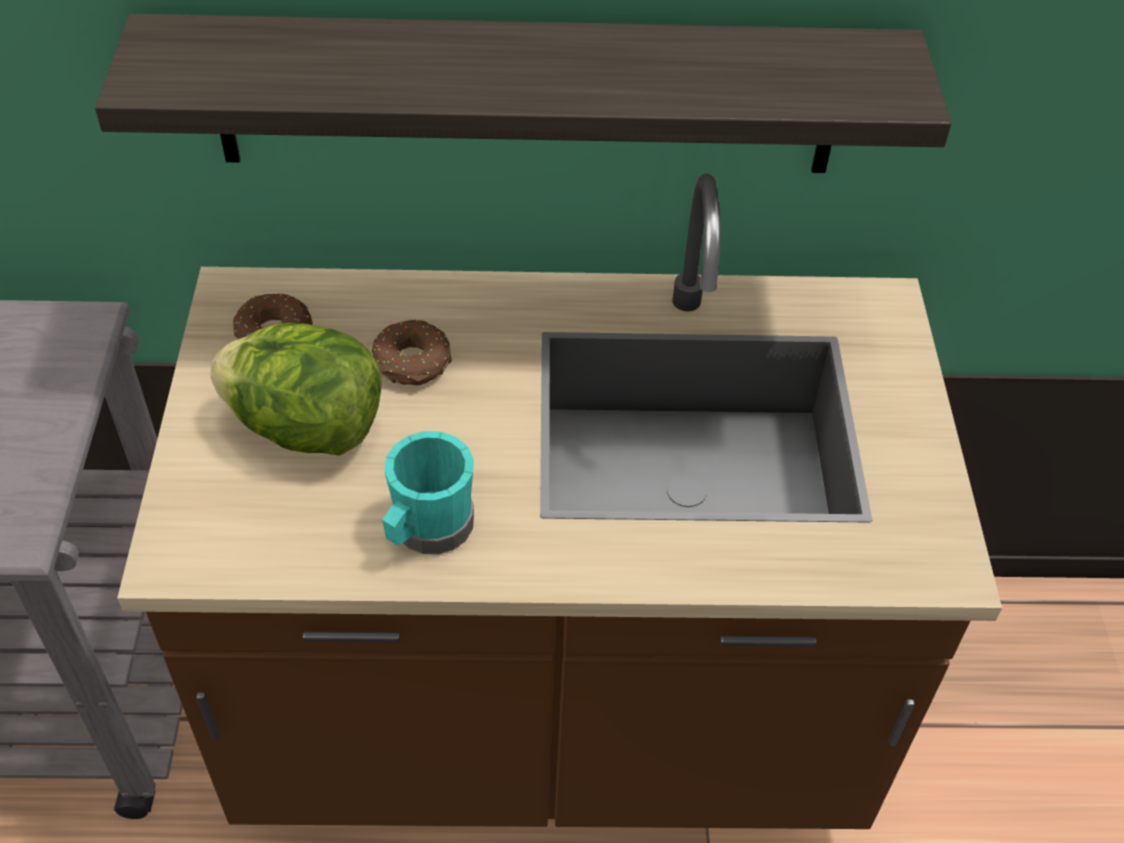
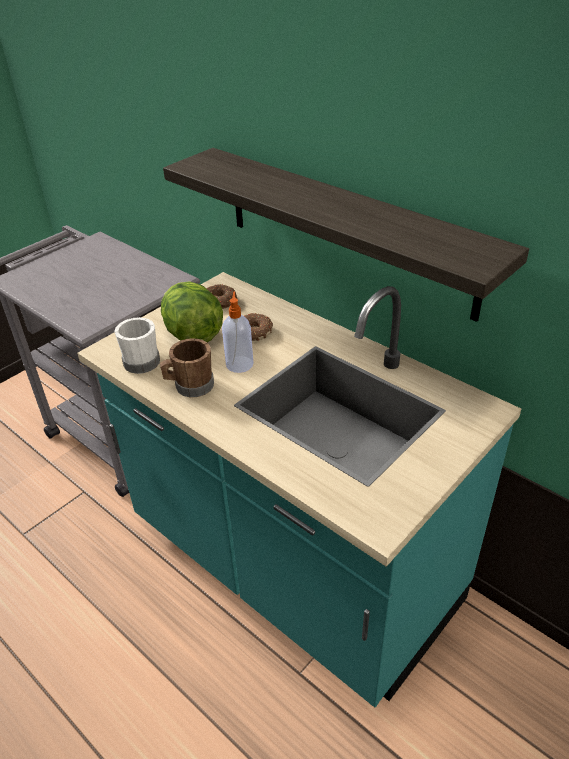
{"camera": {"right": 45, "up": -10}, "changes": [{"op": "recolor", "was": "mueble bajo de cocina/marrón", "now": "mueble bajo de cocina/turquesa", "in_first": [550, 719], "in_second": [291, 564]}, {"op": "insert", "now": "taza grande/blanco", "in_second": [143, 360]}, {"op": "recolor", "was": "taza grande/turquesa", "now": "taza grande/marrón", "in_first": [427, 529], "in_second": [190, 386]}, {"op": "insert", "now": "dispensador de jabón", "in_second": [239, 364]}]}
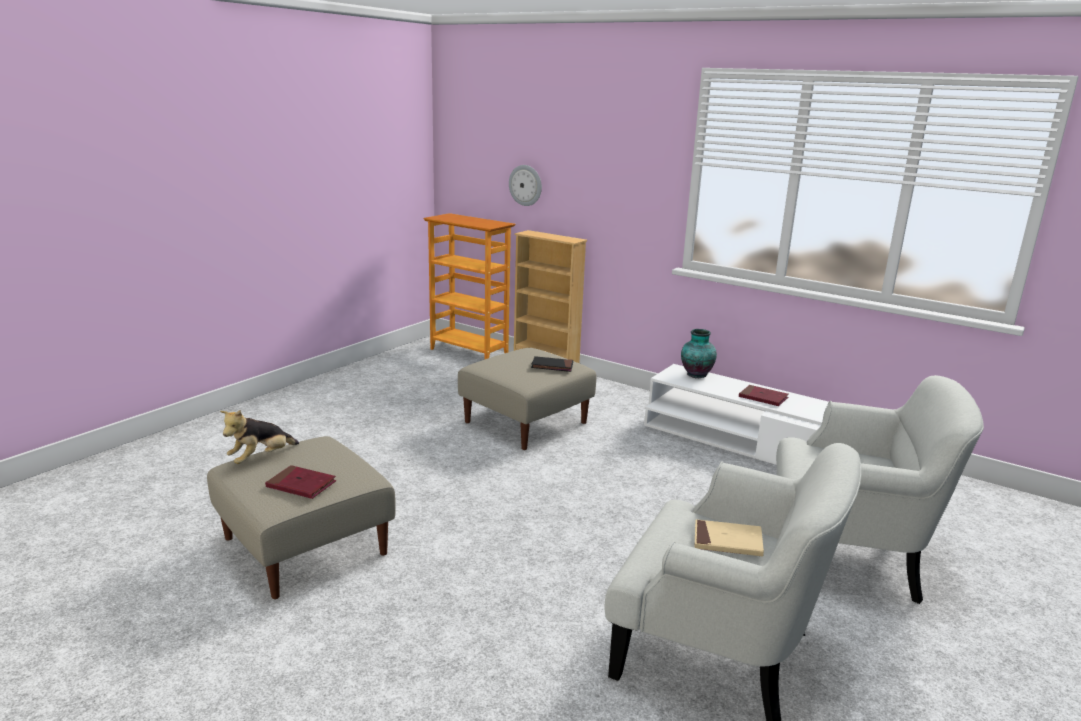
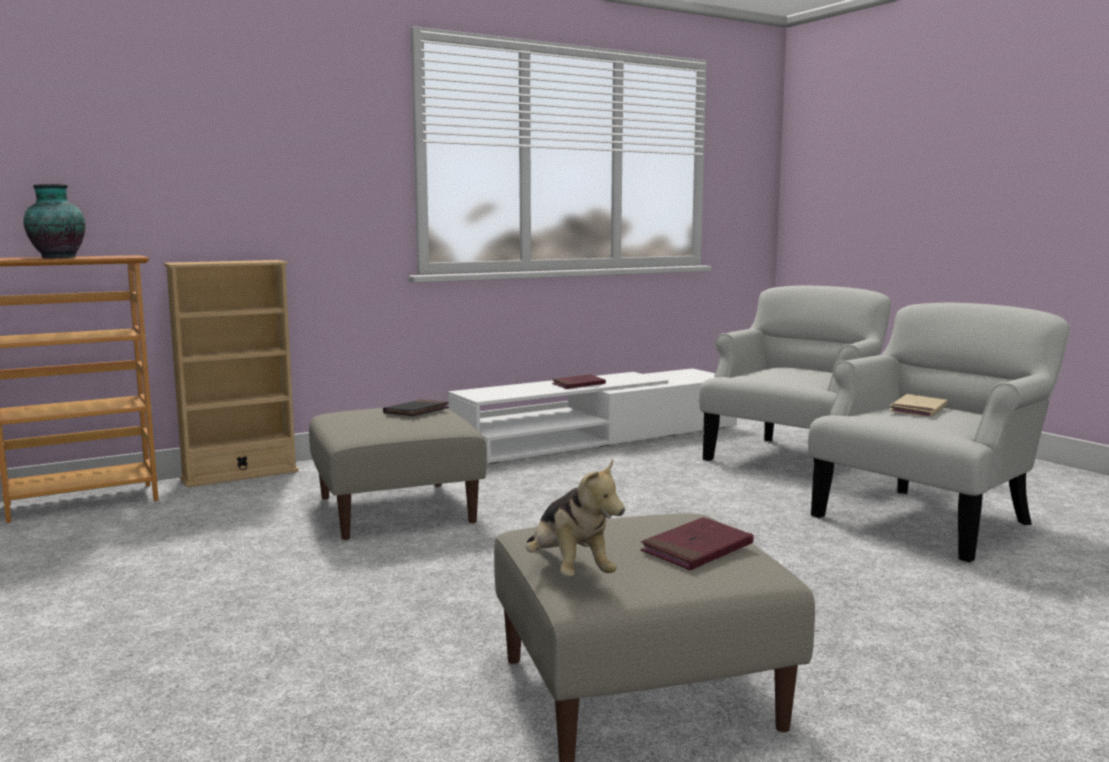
{"camera": {"right": -65, "up": -10}, "changes": [{"op": "move", "was": "florero", "in_first": [695, 375], "in_second": [57, 257]}, {"op": "delete", "was": "reloj de pared", "in_first": [525, 185]}]}
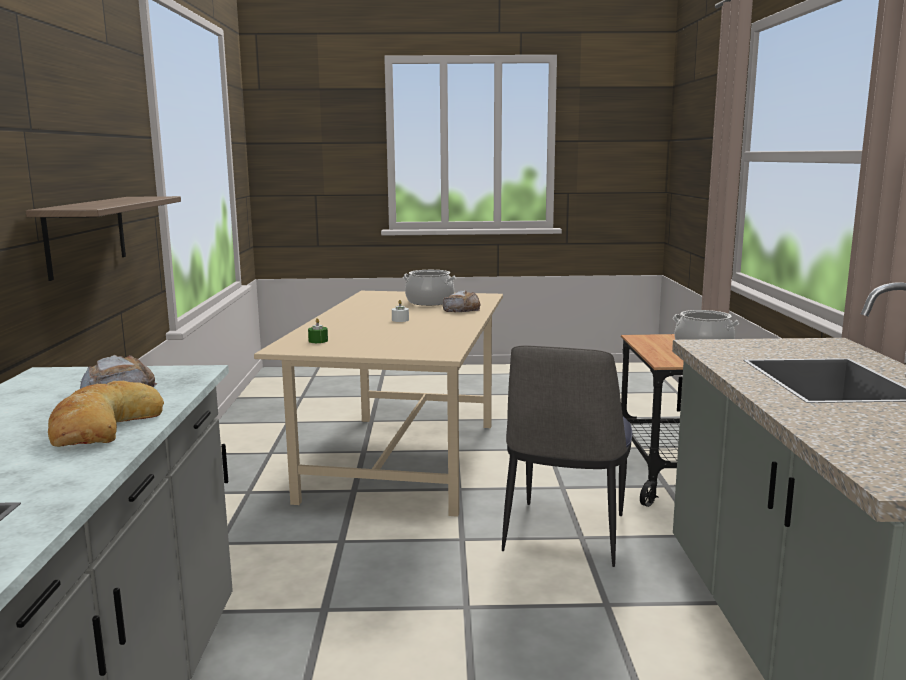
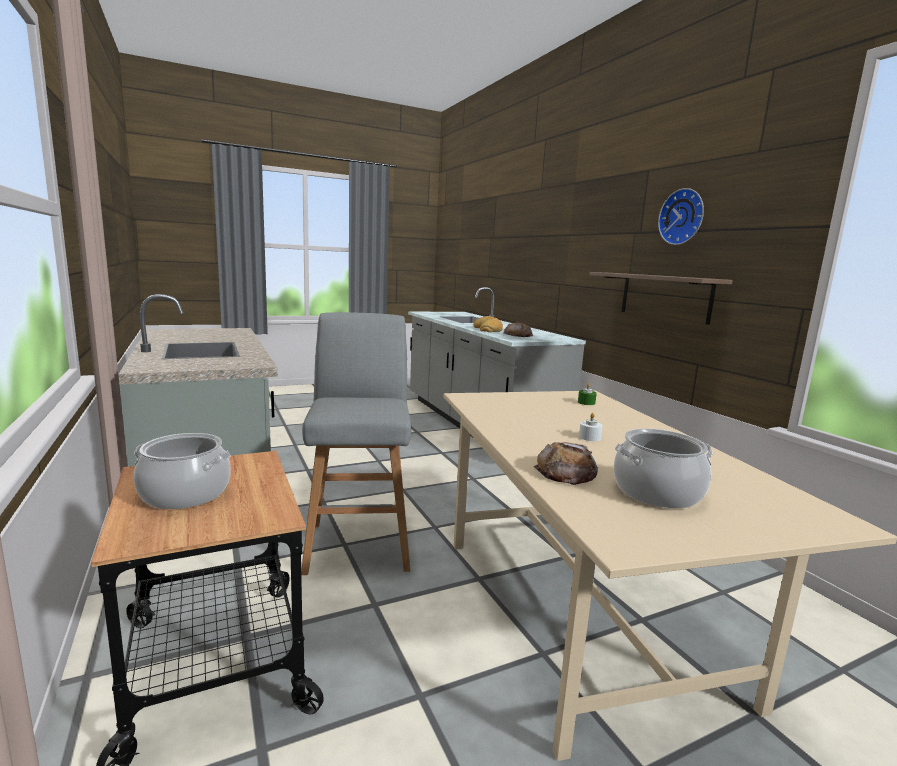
{"camera": {"right": 155, "up": 0}, "changes": [{"op": "replace", "was": "silla", "now": "taburete/gris", "in_first": [564, 535], "in_second": [358, 543]}, {"op": "insert", "now": "reloj de pared", "in_second": [683, 217]}]}
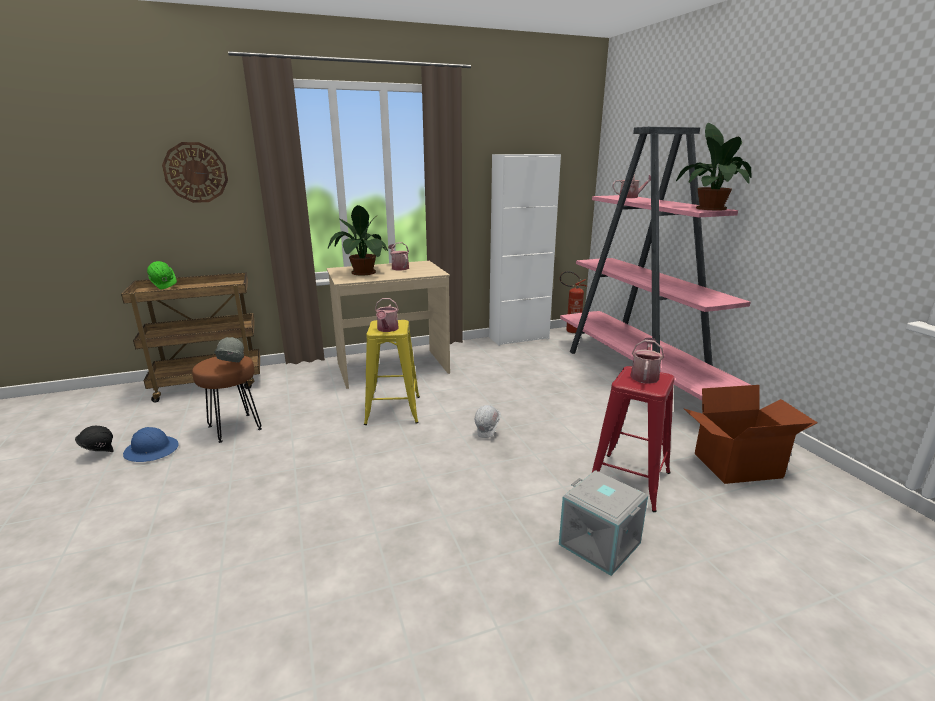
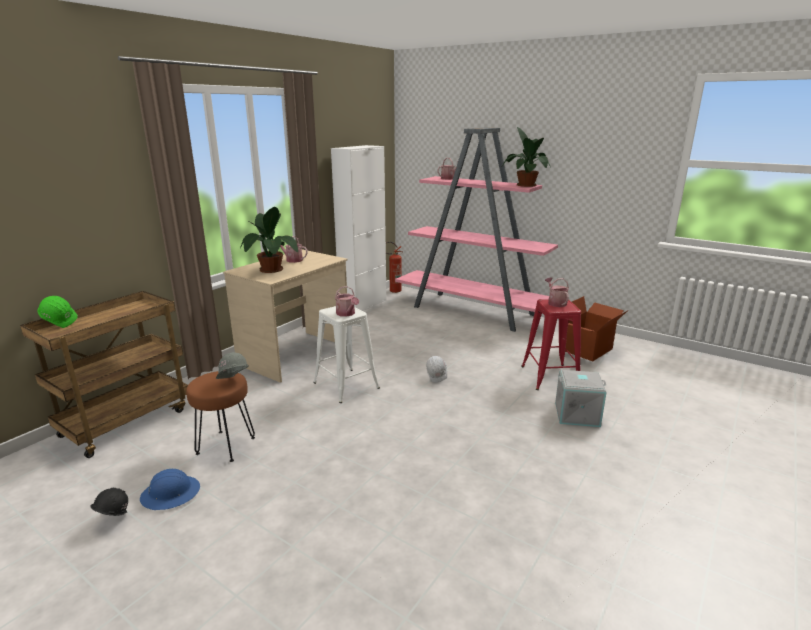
{"camera": {"right": -35, "up": 0}, "changes": [{"op": "recolor", "was": "taburete/amarillo", "now": "taburete/blanco", "in_first": [393, 410], "in_second": [346, 385]}, {"op": "delete", "was": "reloj de pared", "in_first": [196, 172]}]}
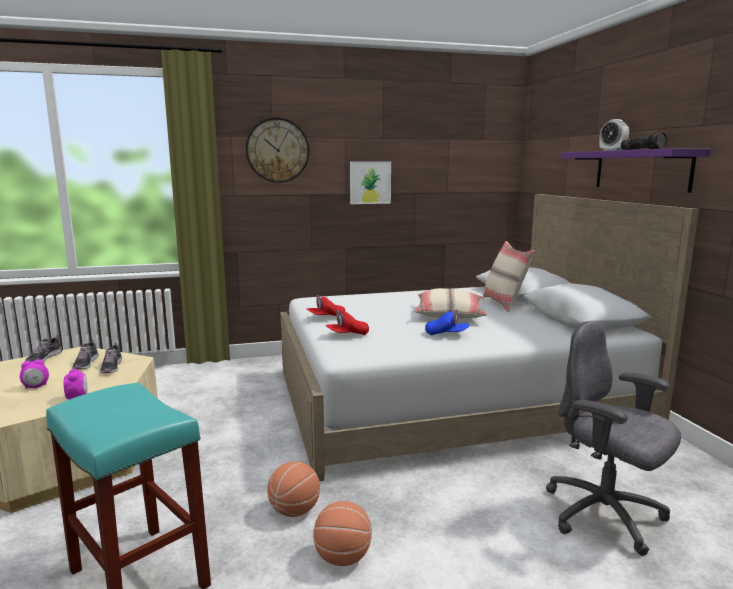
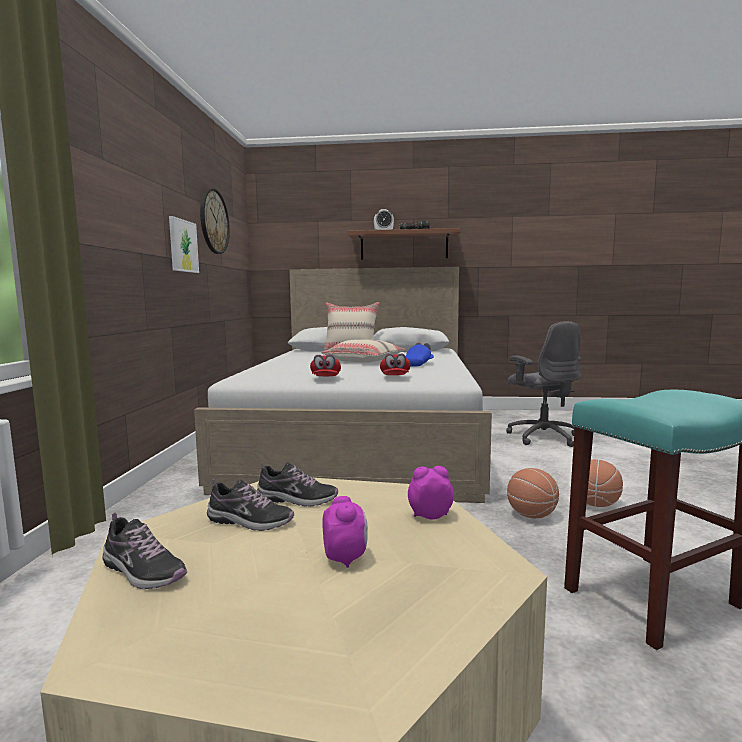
{"camera": {"right": -70, "up": -5}, "changes": [{"op": "move", "was": "reloj de pared", "in_first": [277, 150], "in_second": [214, 221]}, {"op": "recolor", "was": "estante/morado", "now": "estante/marrón", "in_first": [641, 170], "in_second": [404, 246]}, {"op": "rotate", "was": "silla de oficina/gris", "in_first": [605, 516], "in_second": [542, 437], "clockwise": -90}]}
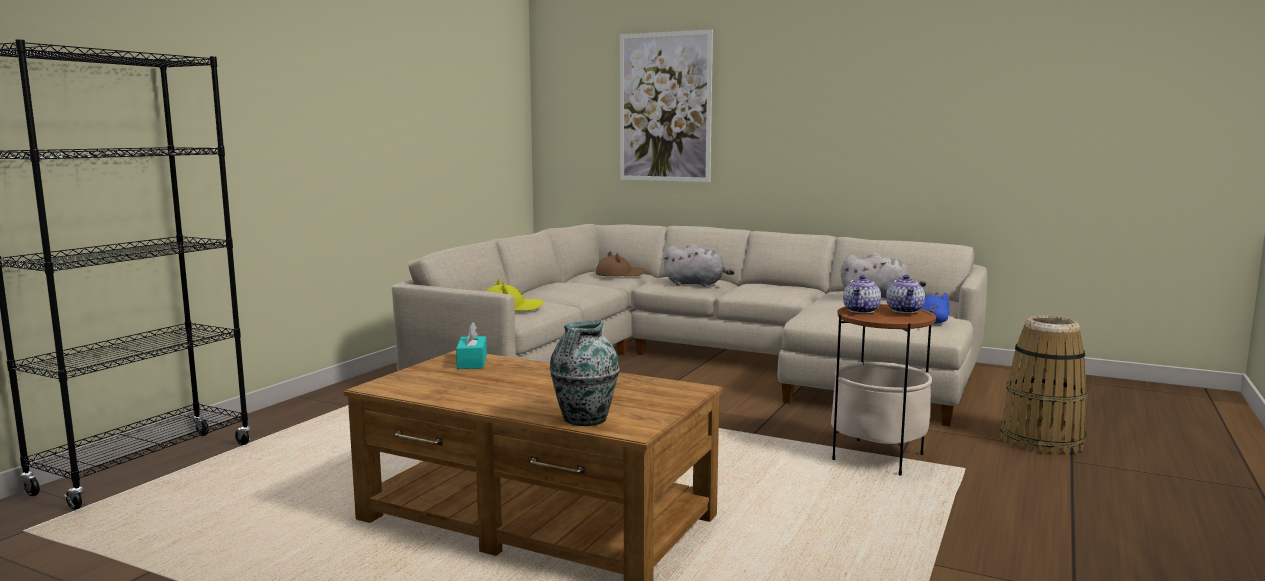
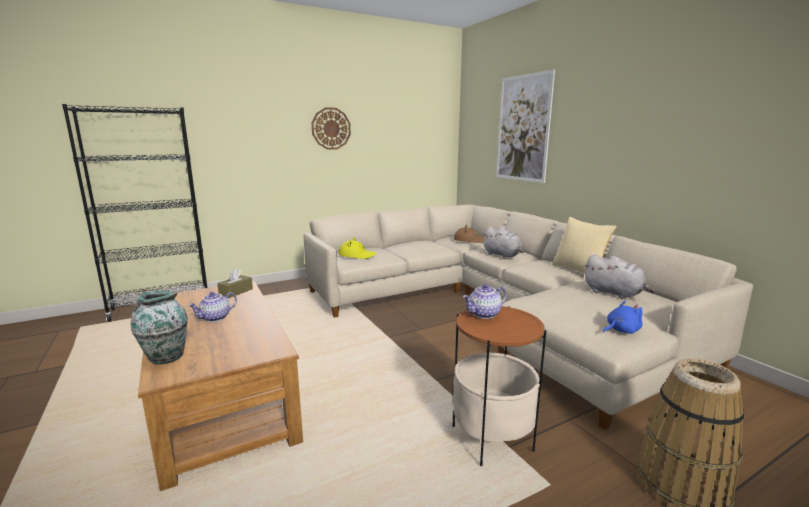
{"camera": {"right": 35, "up": 5}, "changes": [{"op": "move", "was": "tetera", "in_first": [905, 311], "in_second": [215, 318]}, {"op": "recolor", "was": "caja de pañuelos/turquesa", "now": "caja de pañuelos/marrón", "in_first": [472, 362], "in_second": [236, 292]}, {"op": "insert", "now": "reloj de pared", "in_second": [331, 128]}, {"op": "insert", "now": "cojín", "in_second": [579, 270]}]}
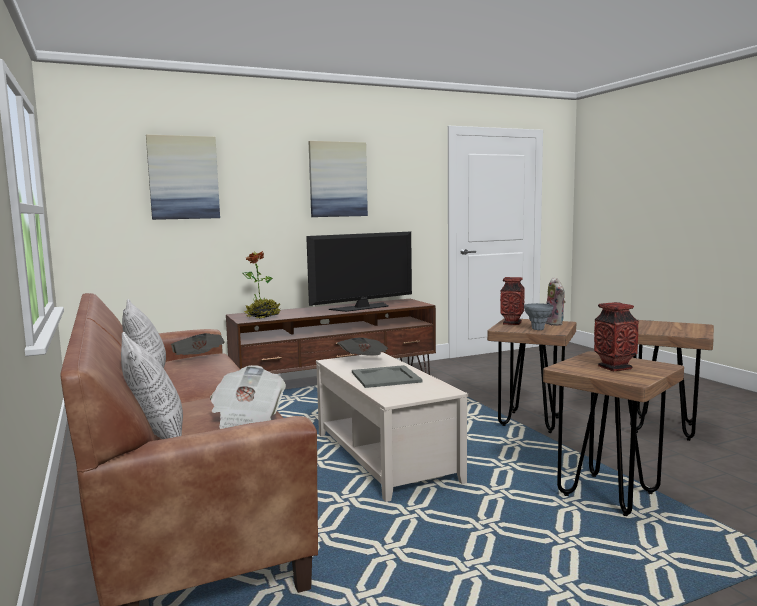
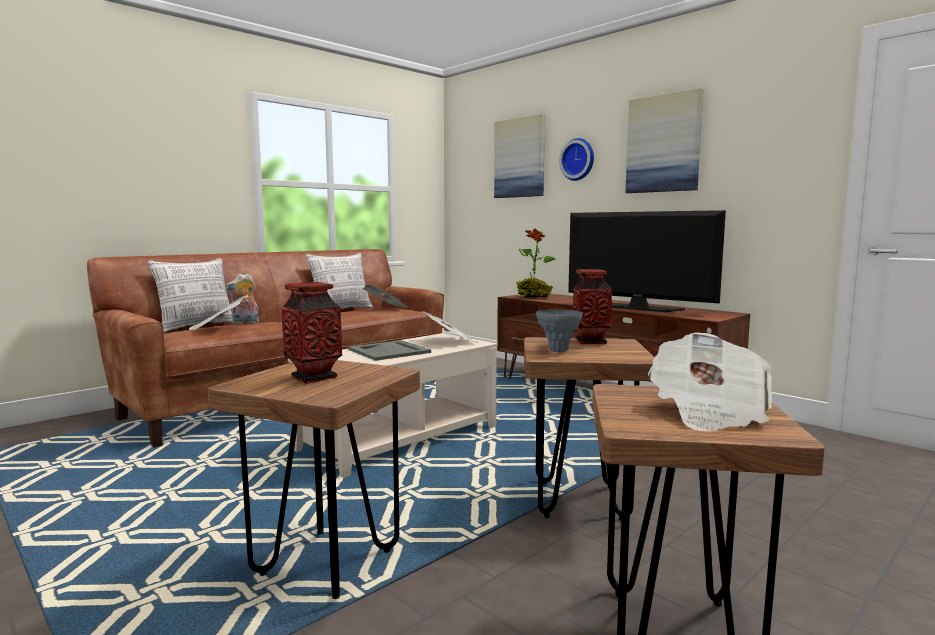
{"camera": {"right": 70, "up": 0}, "changes": [{"op": "move", "was": "peluche", "in_first": [555, 323], "in_second": [245, 323]}, {"op": "insert", "now": "reloj de pared", "in_second": [578, 159]}, {"op": "insert", "now": "periódico", "in_second": [707, 412]}]}
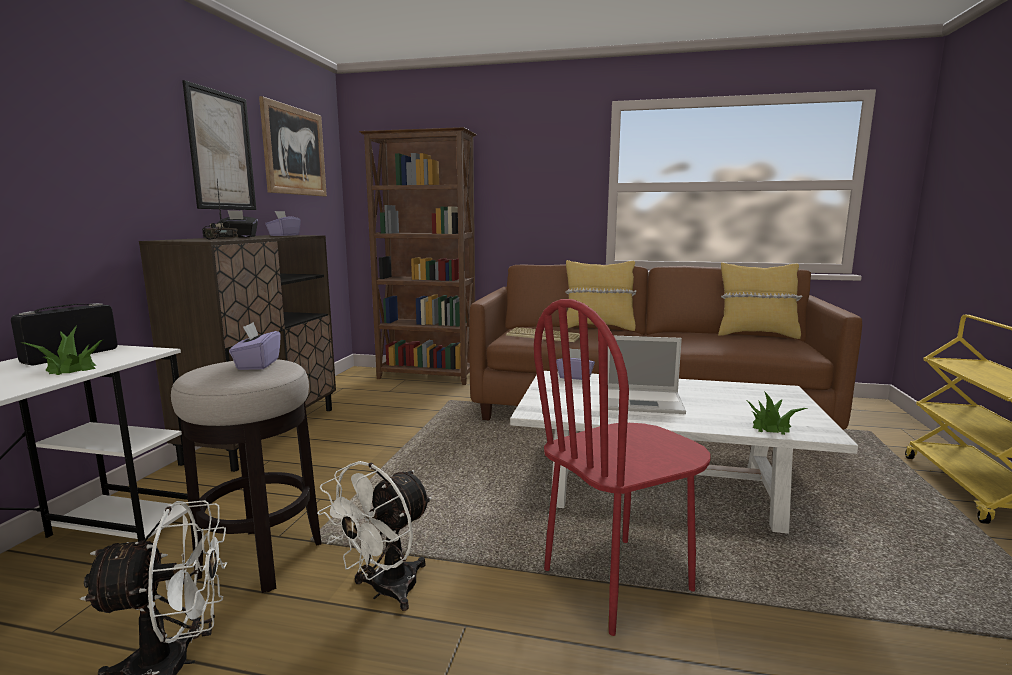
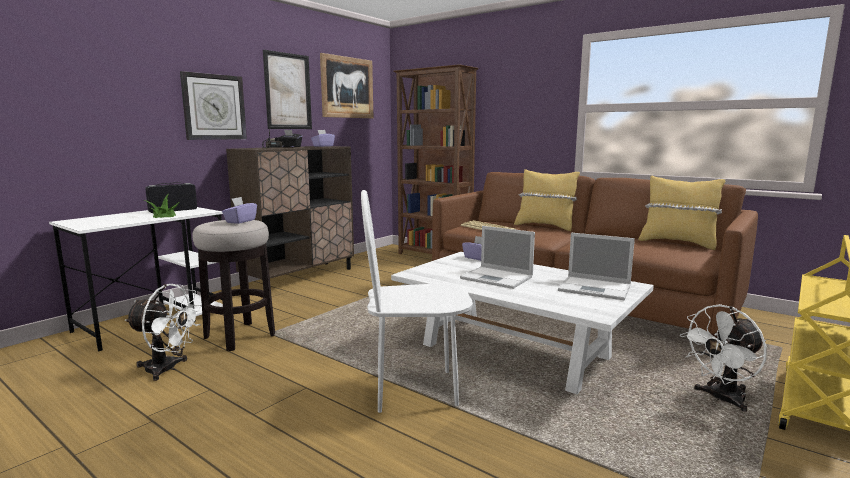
{"camera": {"right": 25, "up": 0}, "changes": [{"op": "insert", "now": "reloj de pared", "in_second": [214, 107]}, {"op": "recolor", "was": "silla/rojo", "now": "silla/blanco", "in_first": [618, 581], "in_second": [415, 390]}, {"op": "insert", "now": "portátil", "in_second": [596, 288]}, {"op": "move", "was": "ventilador/blanco", "in_first": [384, 591], "in_second": [721, 399]}, {"op": "delete", "was": "planta en maceta", "in_first": [770, 426]}]}
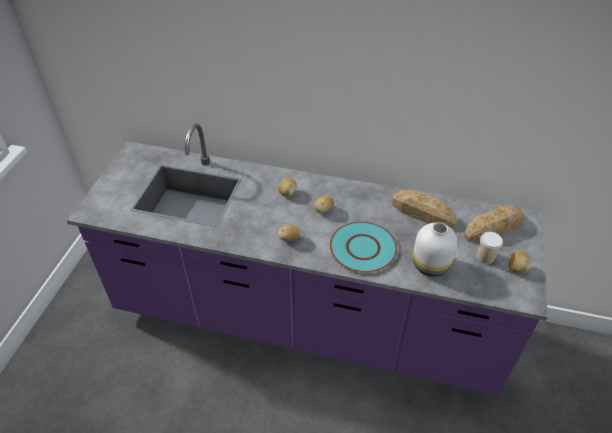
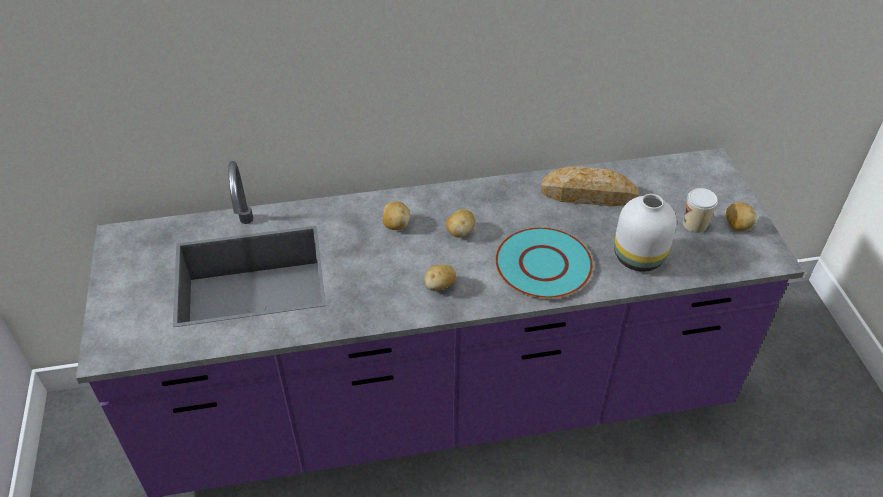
{"camera": {"right": -25, "up": 0}, "changes": [{"op": "delete", "was": "pan", "in_first": [493, 227]}]}
